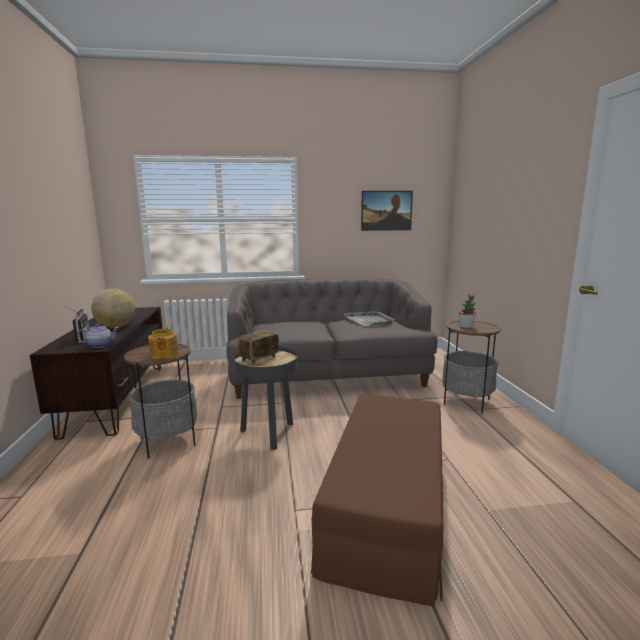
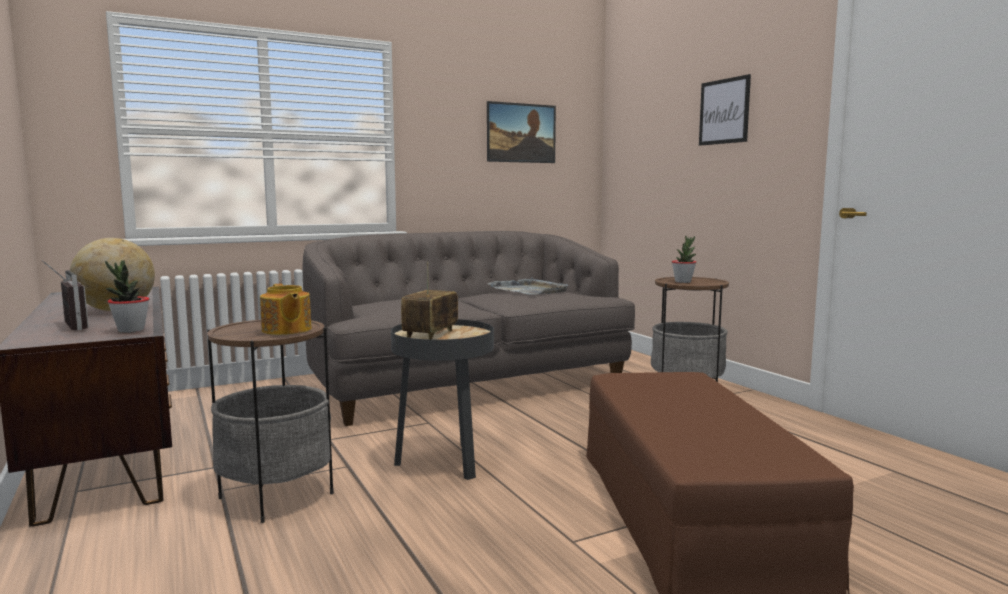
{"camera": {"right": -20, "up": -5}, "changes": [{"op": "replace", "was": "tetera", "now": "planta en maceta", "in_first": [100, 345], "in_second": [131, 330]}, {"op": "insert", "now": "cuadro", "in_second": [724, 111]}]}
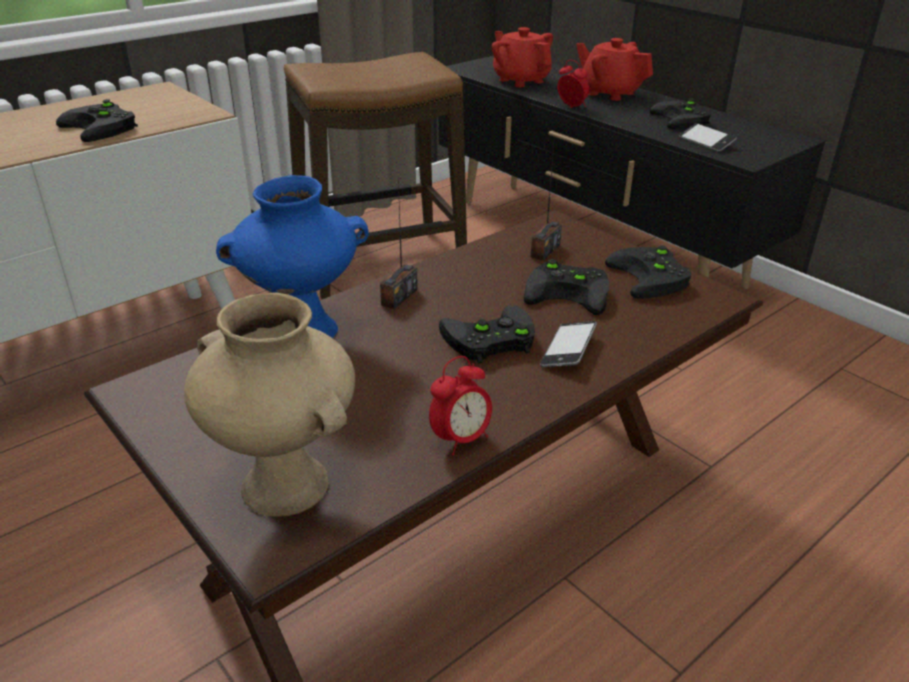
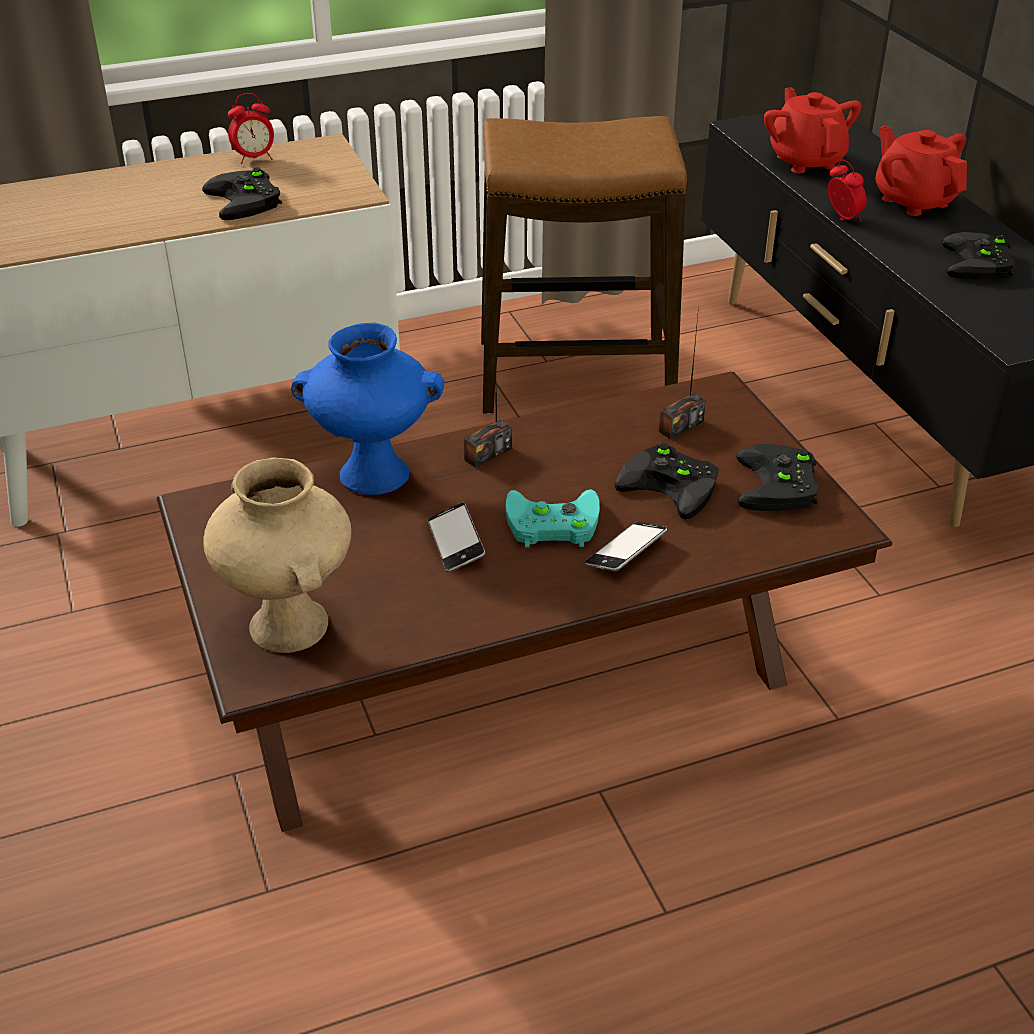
{"camera": {"right": 20, "up": 5}, "changes": [{"op": "move", "was": "despertador", "in_first": [461, 439], "in_second": [255, 158]}, {"op": "move", "was": "móvil", "in_first": [706, 142], "in_second": [456, 543]}, {"op": "recolor", "was": "mando de consola/negro", "now": "mando de consola/turquesa", "in_first": [488, 341], "in_second": [549, 524]}]}
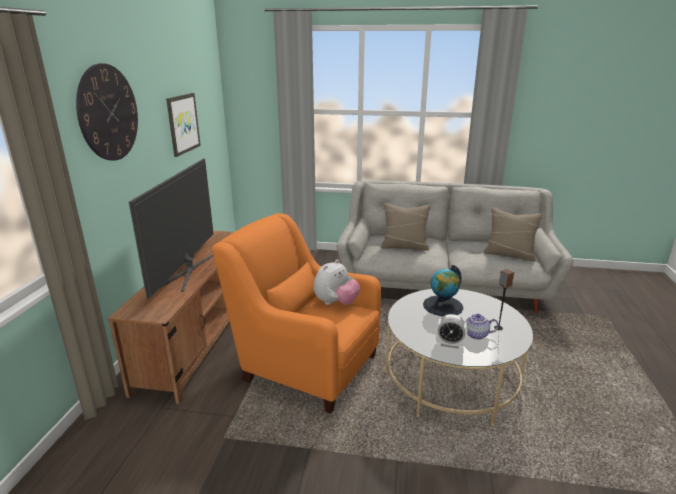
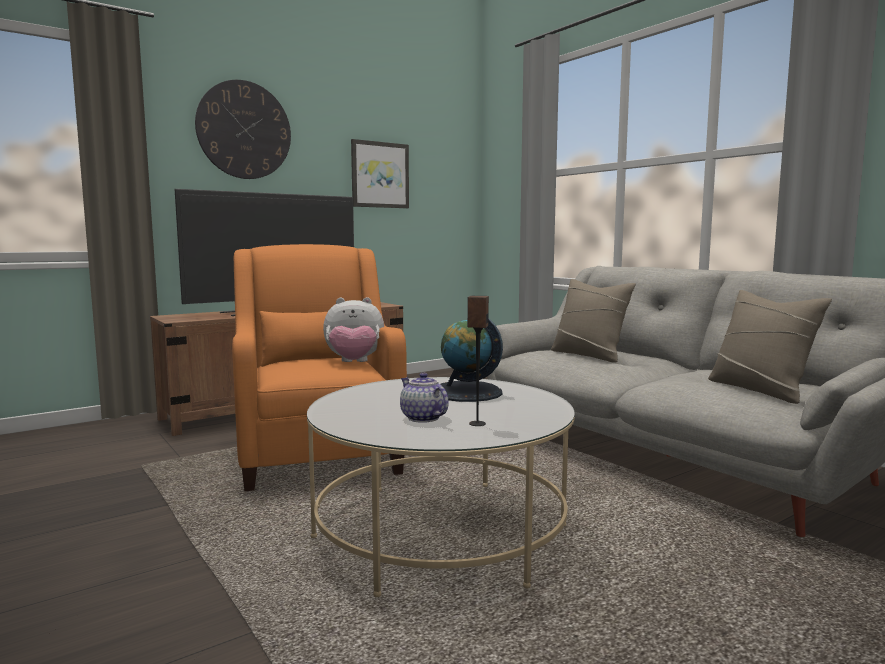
{"camera": {"right": 45, "up": -15}, "changes": [{"op": "delete", "was": "despertador", "in_first": [449, 344]}]}
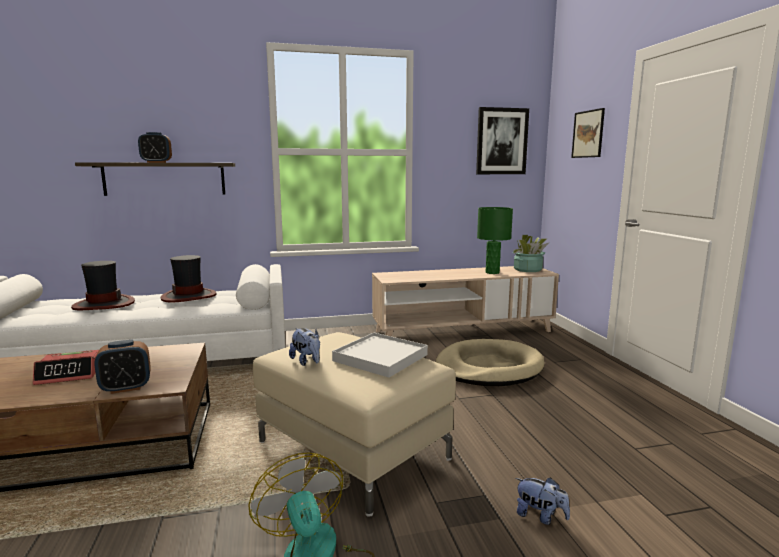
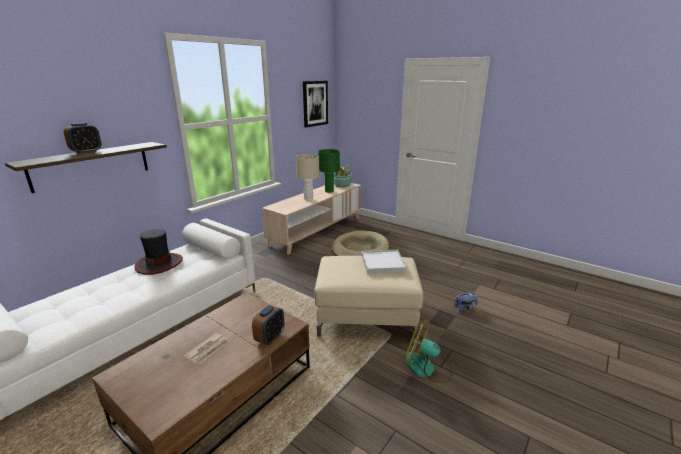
{"camera": {"right": -40, "up": 10}, "changes": [{"op": "replace", "was": "despertador", "now": "periódico", "in_first": [70, 374], "in_second": [208, 350]}, {"op": "insert", "now": "lámpara de mesa/beis", "in_second": [308, 199]}, {"op": "delete", "was": "sombrero", "in_first": [103, 304]}, {"op": "delete", "was": "peluche", "in_first": [307, 361]}, {"op": "delete", "was": "cuadro", "in_first": [588, 134]}]}
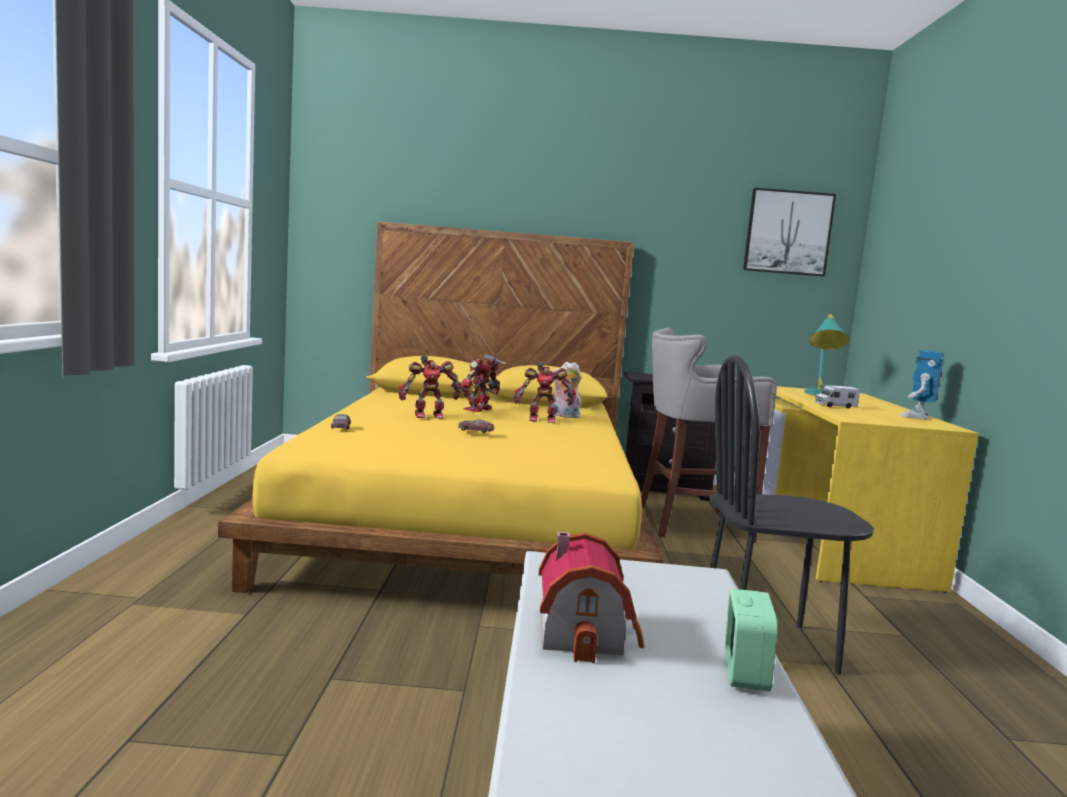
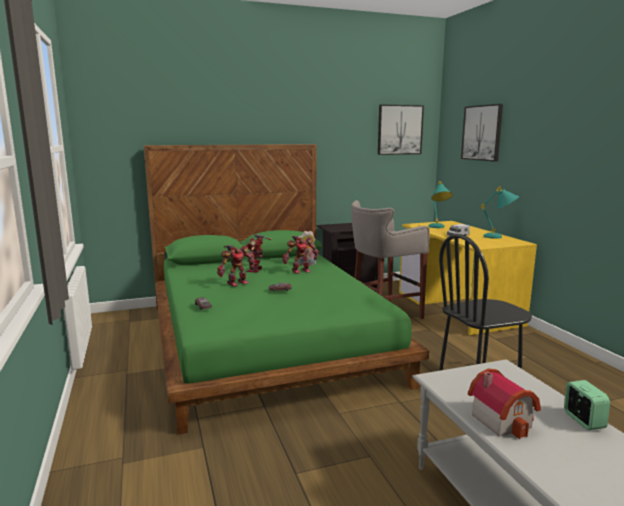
{"camera": {"right": -20, "up": 5}, "changes": [{"op": "recolor", "was": "cama/amarillo", "now": "cama/verde", "in_first": [471, 519], "in_second": [266, 340]}, {"op": "insert", "now": "cuadro", "in_second": [482, 133]}, {"op": "replace", "was": "robot de juguete", "now": "lámpara de mesa/turquesa", "in_first": [917, 417], "in_second": [499, 237]}]}
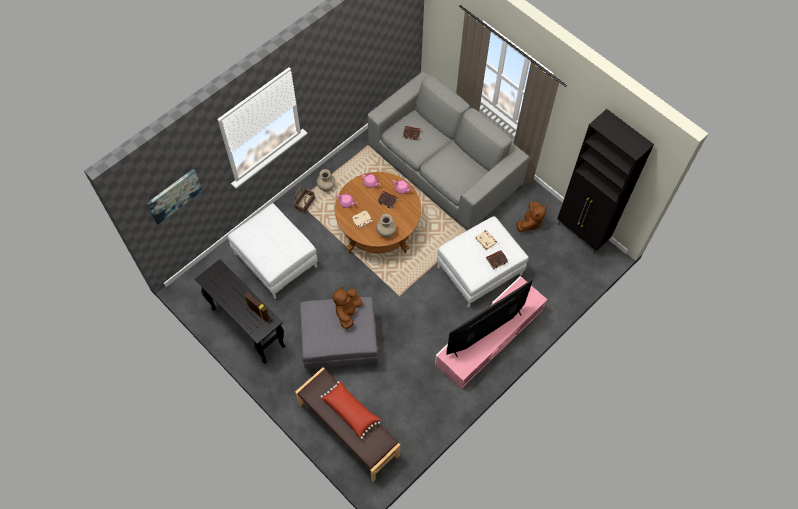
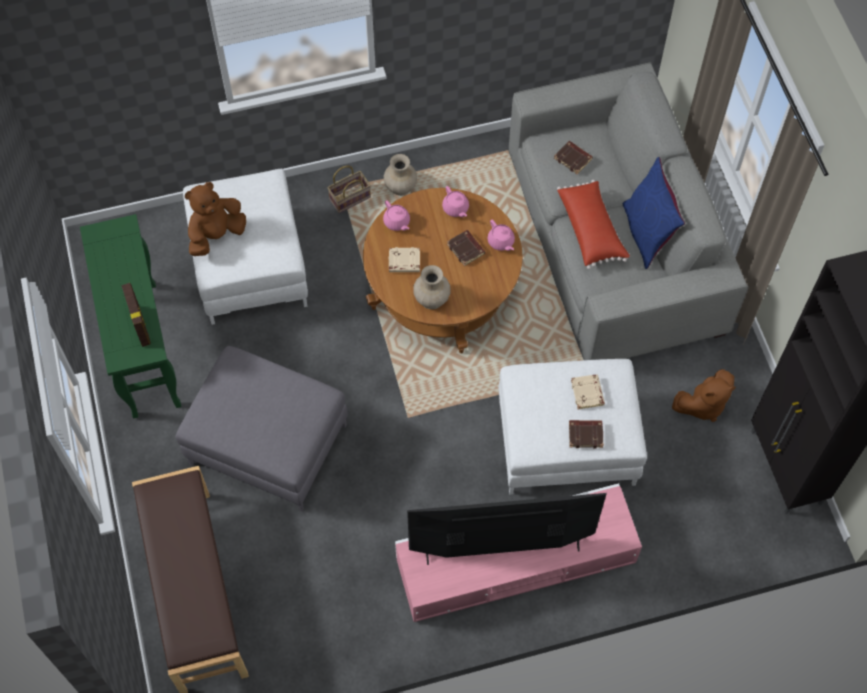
{"camera": {"right": 30, "up": 0}, "changes": [{"op": "recolor", "was": "mesa consola/negro", "now": "mesa consola/verde", "in_first": [247, 327], "in_second": [143, 348]}, {"op": "move", "was": "peluche/marrón", "in_first": [348, 312], "in_second": [216, 235]}, {"op": "move", "was": "cojín/rojo", "in_first": [350, 411], "in_second": [591, 230]}, {"op": "insert", "now": "cojín/azul", "in_second": [647, 233]}, {"op": "delete", "was": "cuadro", "in_first": [174, 195]}]}
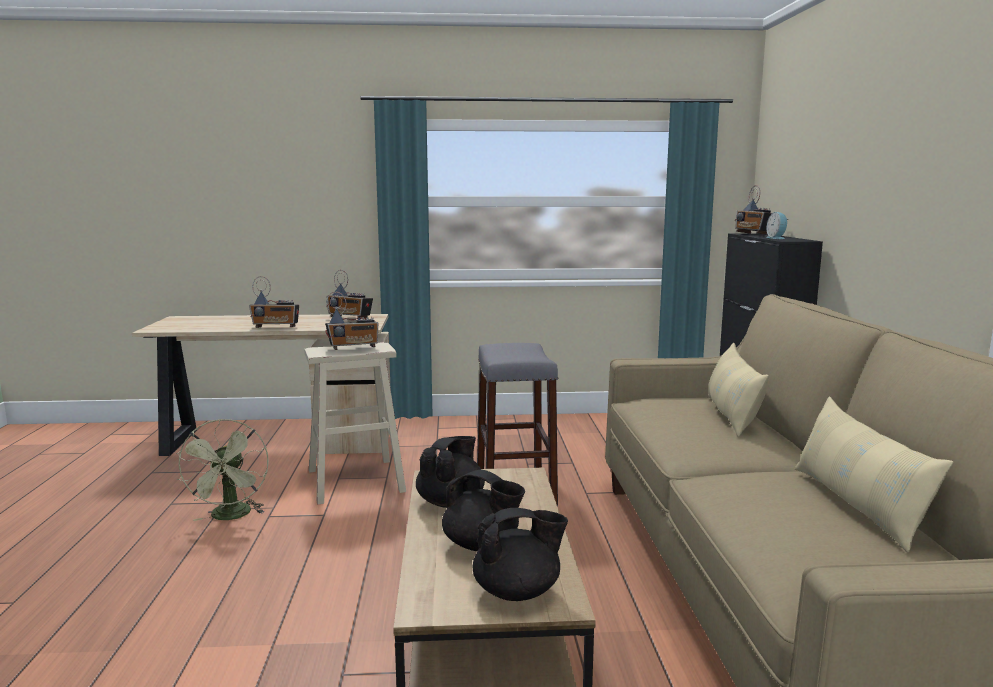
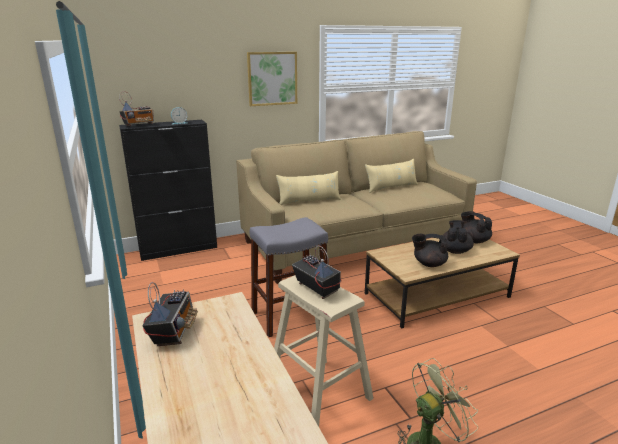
{"camera": {"right": -110, "up": 10}, "changes": [{"op": "insert", "now": "cuadro", "in_second": [272, 78]}, {"op": "delete", "was": "radio", "in_first": [276, 327]}]}
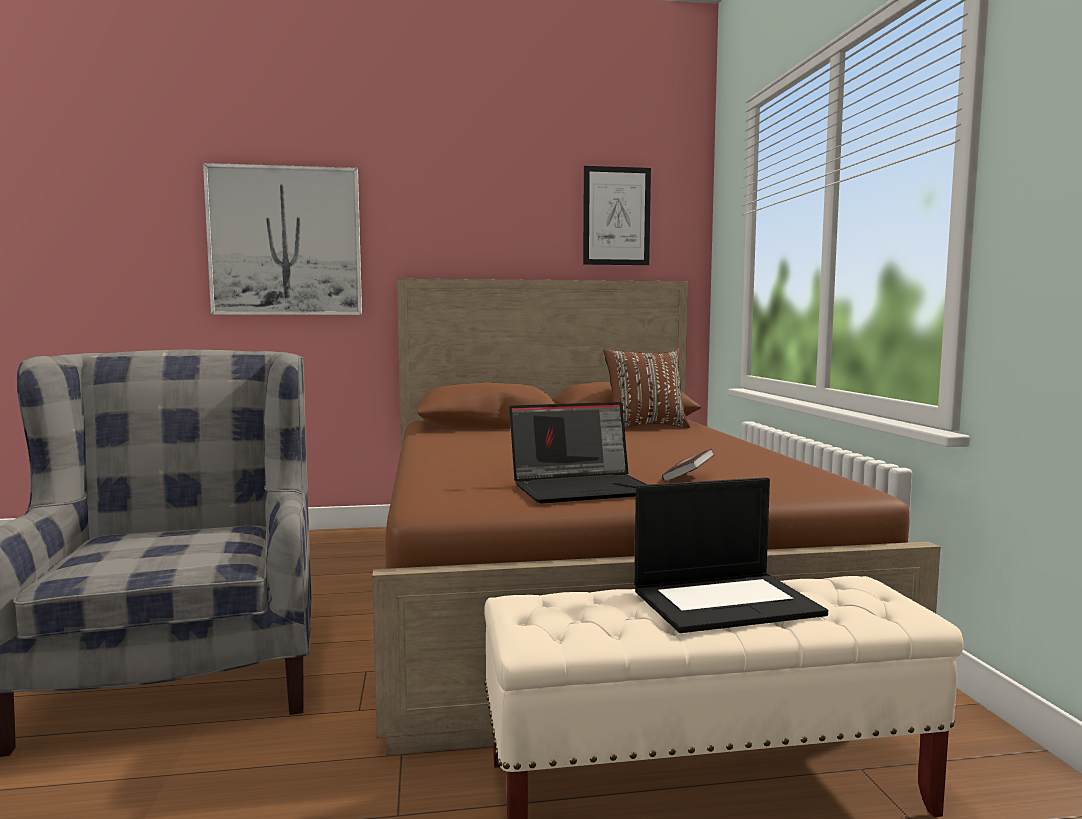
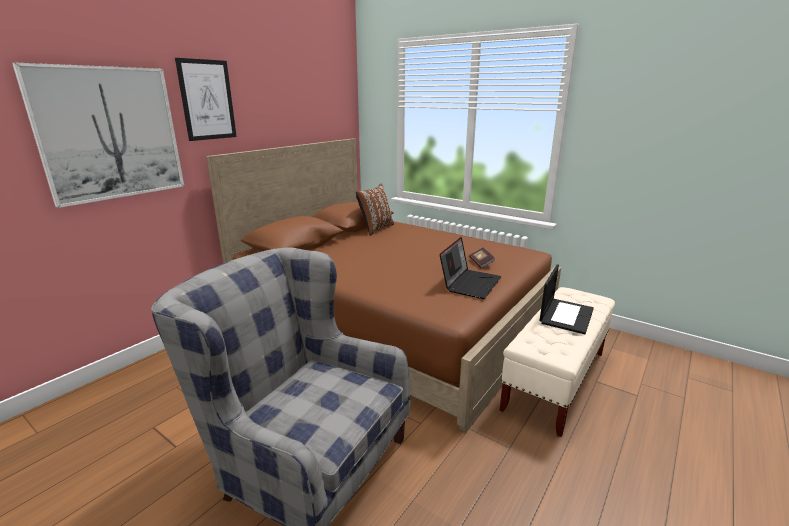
{"camera": {"right": -45, "up": 15}, "changes": [{"op": "move", "was": "cuadro", "in_first": [616, 216], "in_second": [207, 100]}]}
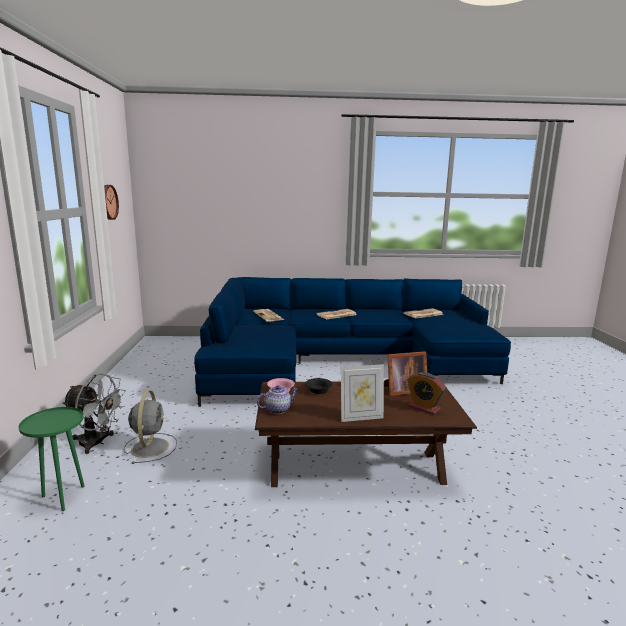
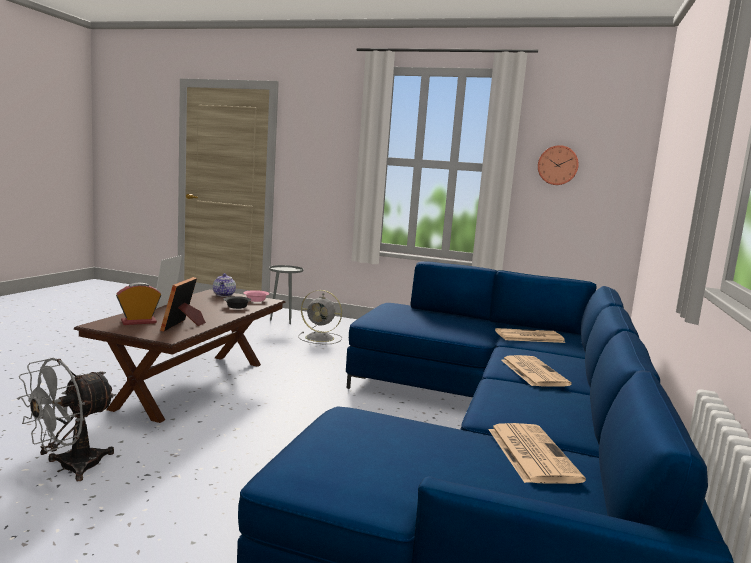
{"camera": {"right": 110, "up": -5}, "changes": [{"op": "move", "was": "ventilador/gris", "in_first": [97, 443], "in_second": [69, 468]}, {"op": "recolor", "was": "mesa auxiliar/verde", "now": "mesa auxiliar/gris", "in_first": [63, 497], "in_second": [283, 320]}]}
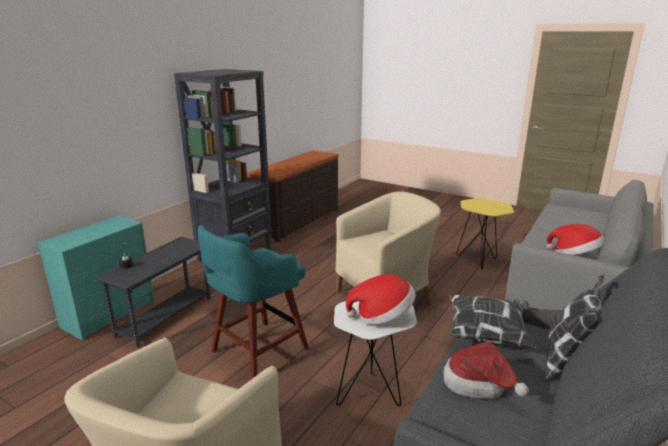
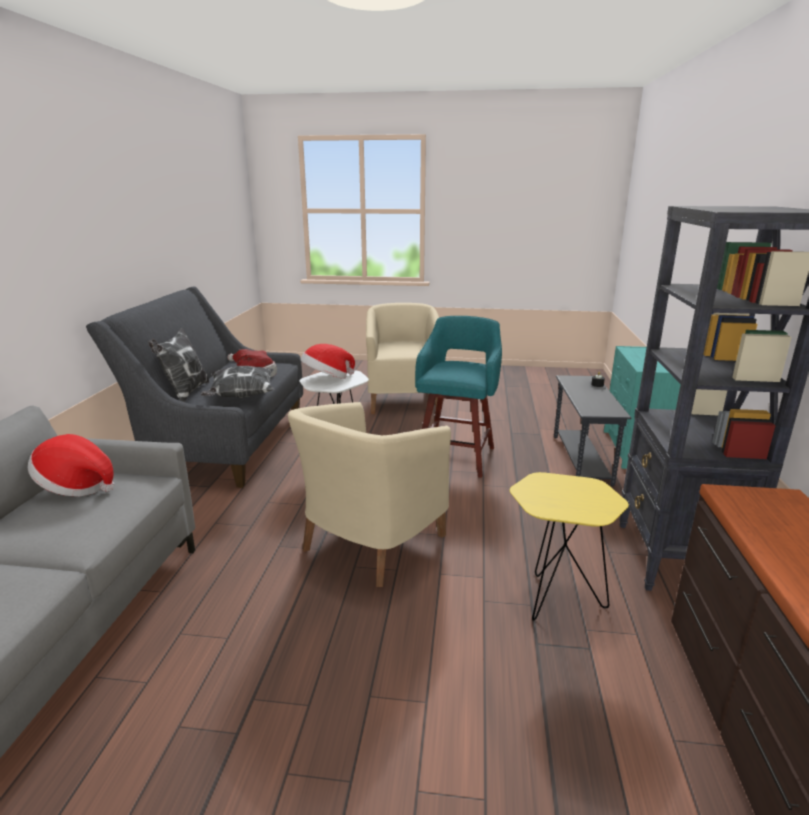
{"camera": {"right": 155, "up": 0}, "changes": [{"op": "move", "was": "mesa auxiliar/amarillo", "in_first": [479, 261], "in_second": [554, 600]}]}
